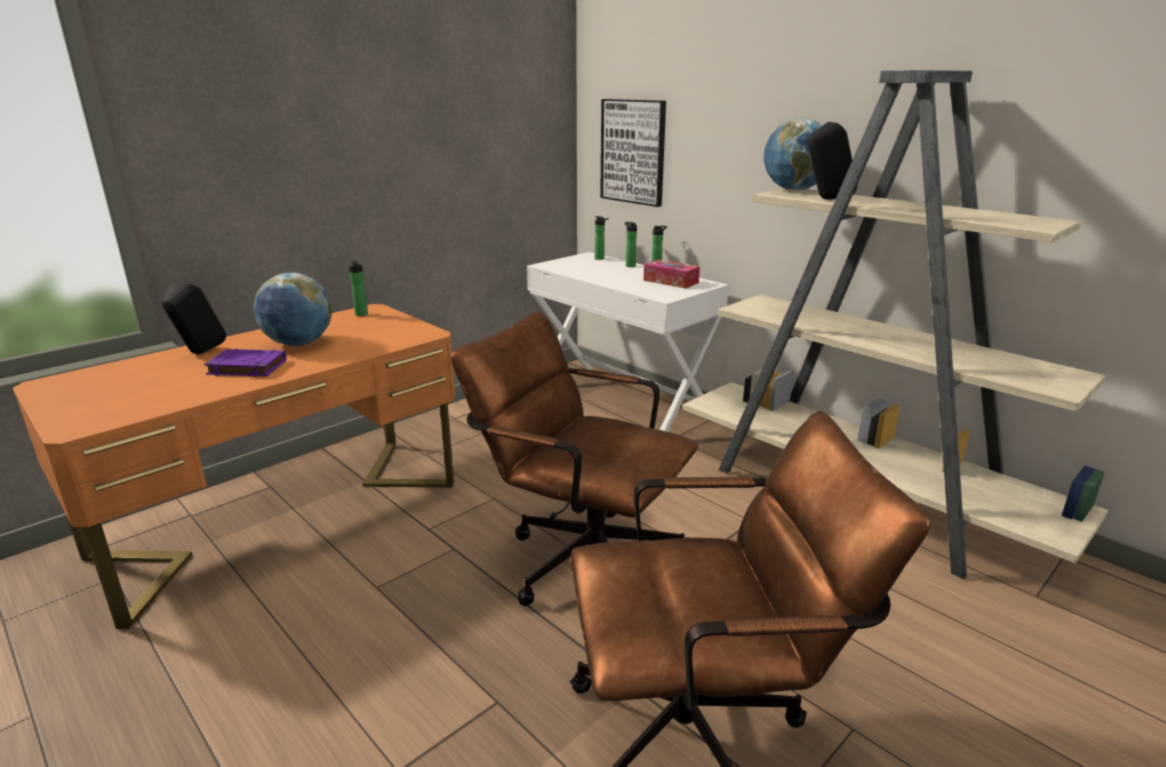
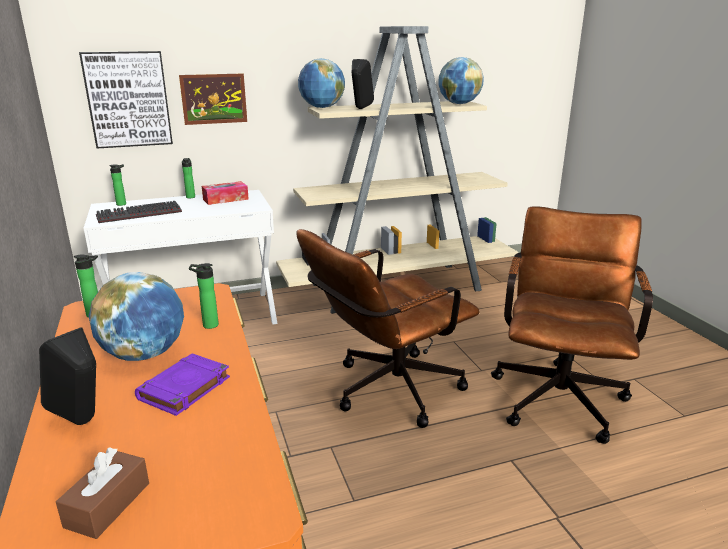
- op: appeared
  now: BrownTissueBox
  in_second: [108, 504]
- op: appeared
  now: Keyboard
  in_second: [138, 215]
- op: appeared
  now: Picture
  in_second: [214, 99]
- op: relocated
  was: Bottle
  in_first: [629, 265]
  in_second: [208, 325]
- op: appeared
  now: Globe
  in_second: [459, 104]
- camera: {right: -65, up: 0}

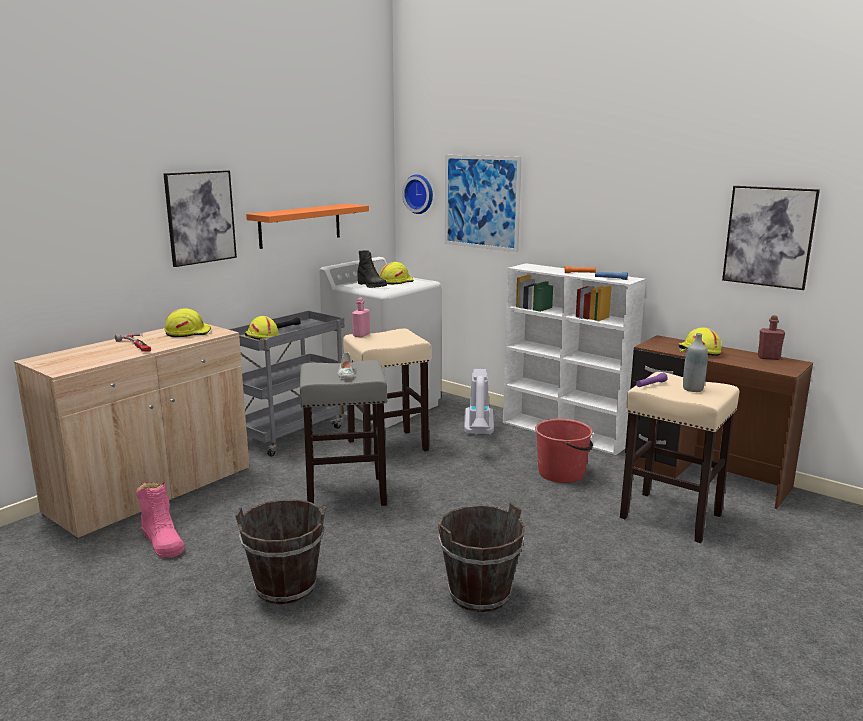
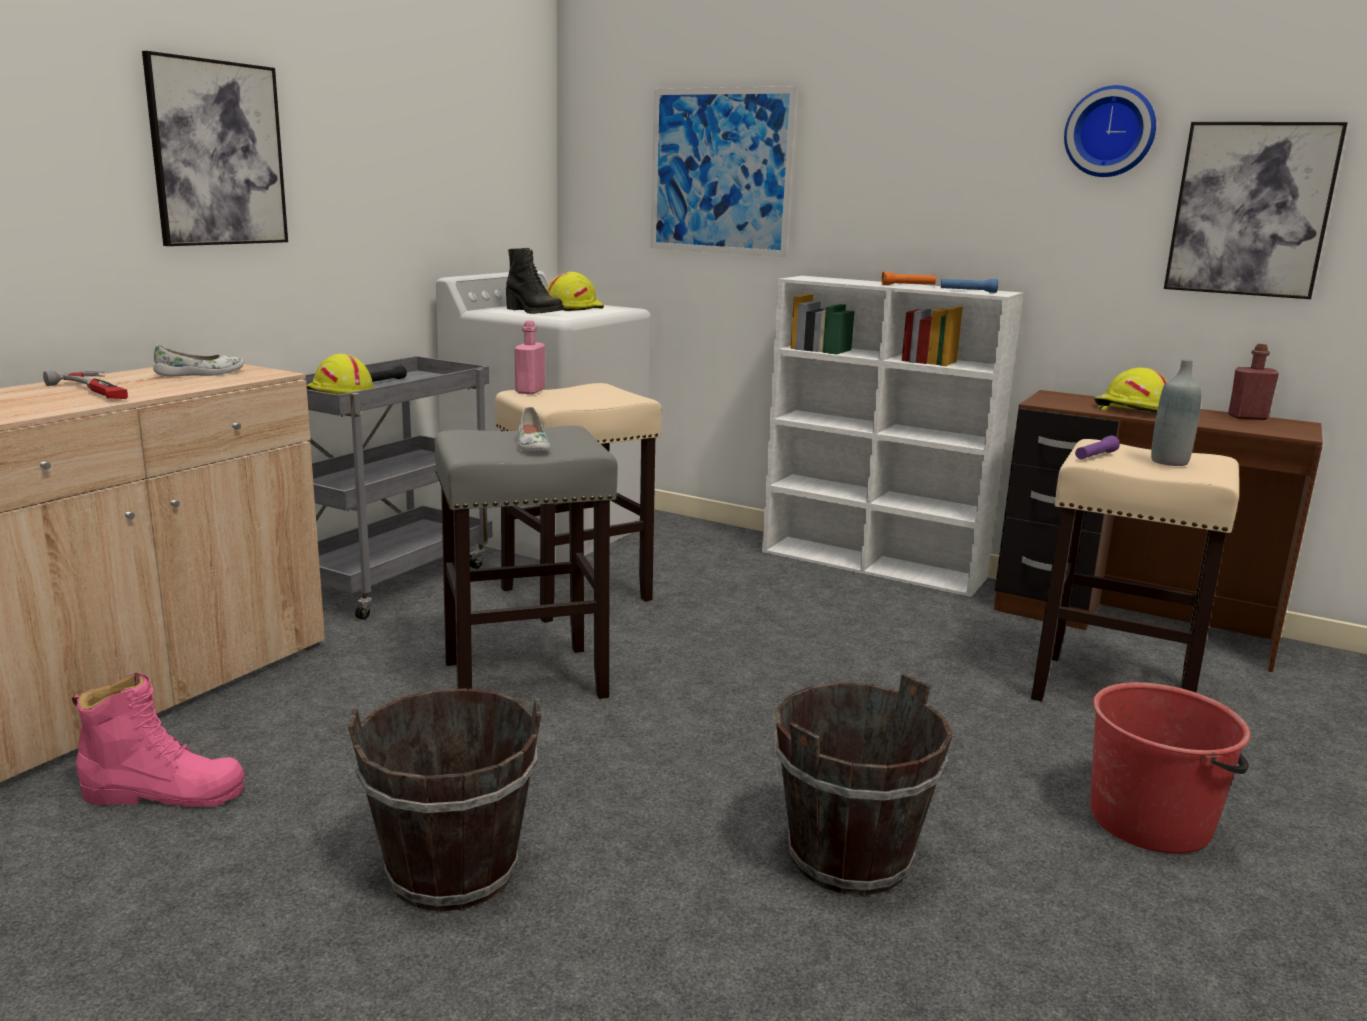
- op: spun
  was: PinkBoot
  in_first: [162, 541]
  in_second: [165, 793]
  clockwise: -45
- op: exchanged
  was: YellowHardHat
  now: WhiteShoe
  in_first: [188, 332]
  in_second: [200, 374]
- op: relocated
  was: WallClock
  in_first: [419, 194]
  in_second: [1110, 132]
- op: relocated
  was: RedBucket
  in_first: [562, 473]
  in_second: [1151, 821]
- op: missing
  was: OrangeShelf
  in_first: [300, 225]
- op: missing
  was: VacuumCleaner
  in_first: [479, 435]
- camera: {right: -10, up: 0}

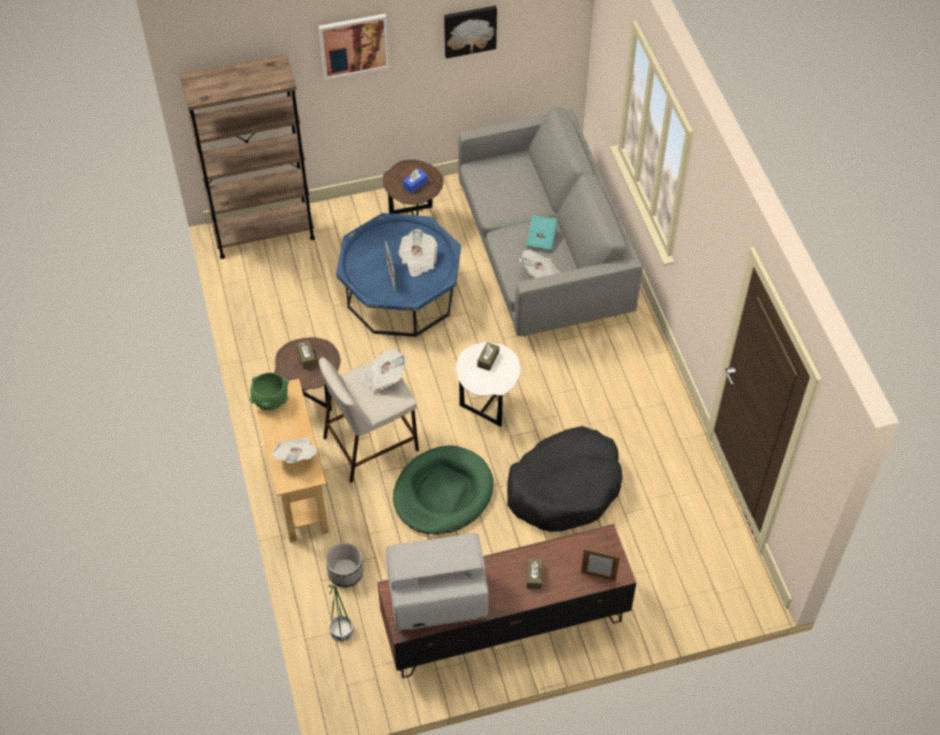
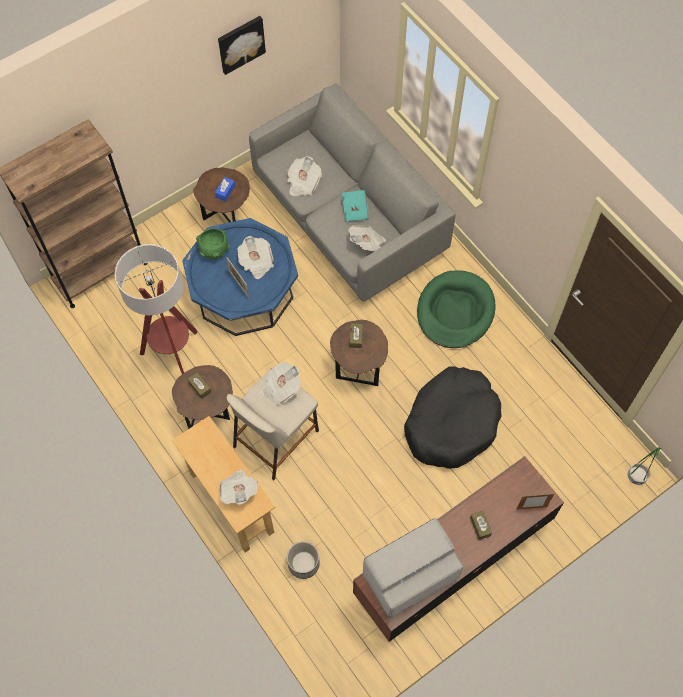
- op: appeared
  now: FloorLamp
  in_second: [175, 356]
- op: relocated
  was: GreenBowl
  in_first: [270, 401]
  in_second: [214, 251]
- op: appeared
  now: Newspaper
  in_second: [303, 183]
- op: colour
  was: WhiteSideTable
  now: BrownSideTable
  in_first: [487, 405]
  in_second: [358, 370]
- op: relocated
  was: GreenDogBed
  in_first: [442, 493]
  in_second: [455, 311]
- op: relocated
  was: GreenPlanter
  in_first: [341, 632]
  in_second: [636, 476]
- op: missing
  was: Picture
  in_first: [354, 45]
- camera: {right: -20, up: 10}

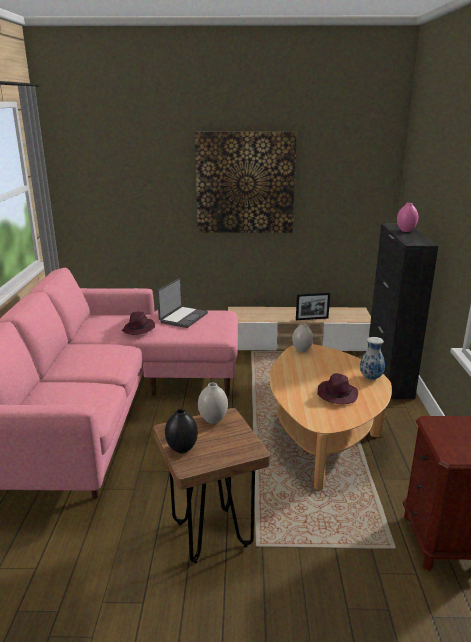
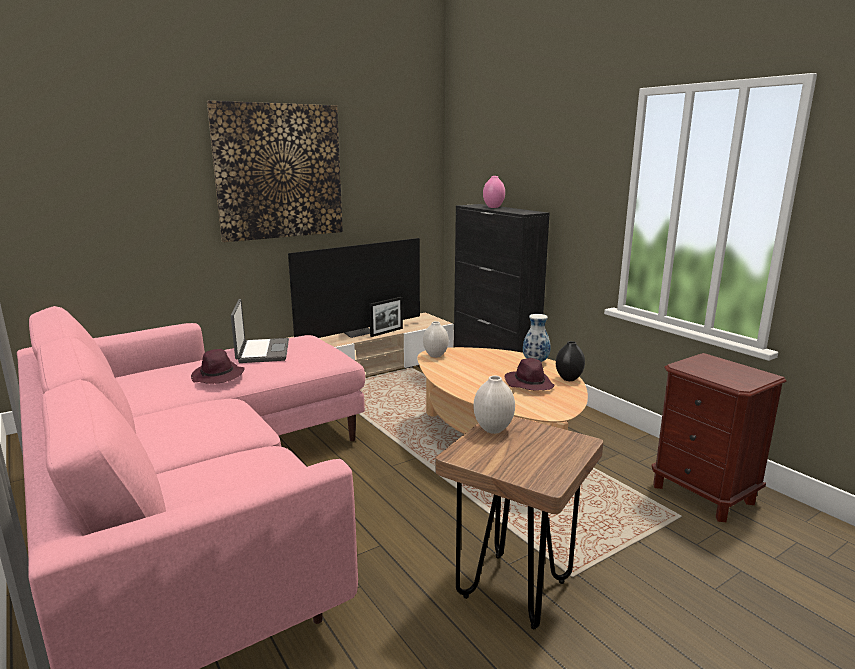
- op: appeared
  now: Television
  in_second: [358, 333]
- op: relocated
  was: BlackVase
  in_first: [181, 449]
  in_second: [569, 379]
- camera: {right: -35, up: -5}

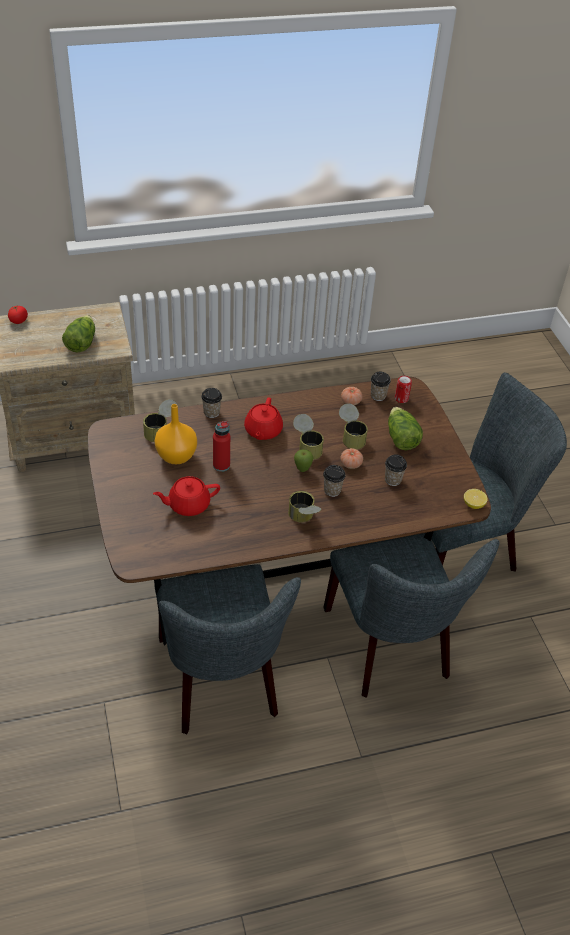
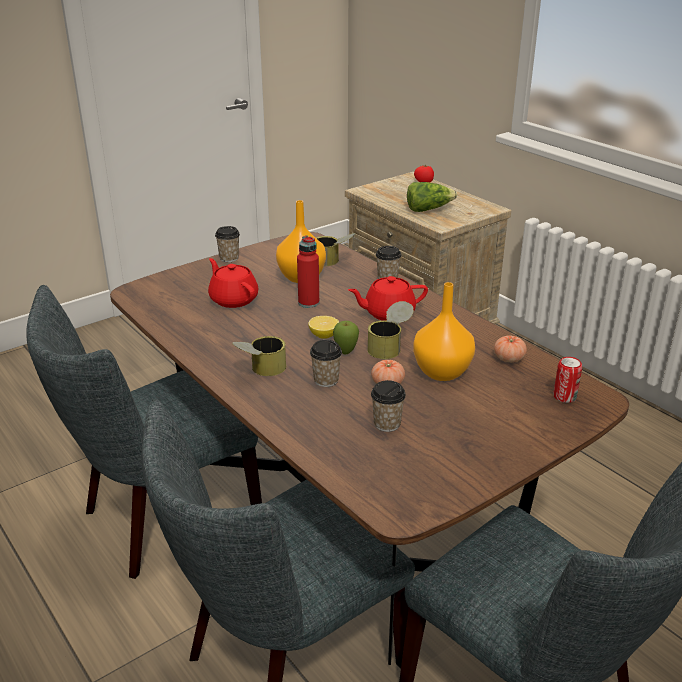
- op: relocated
  was: Cup
  in_first: [378, 396]
  in_second: [229, 258]
- op: relocated
  was: Lemon
  in_first: [473, 504]
  in_second: [323, 335]
- op: exchanged
  was: Can
  now: OrangeVase
  in_first: [351, 436]
  in_second: [441, 373]
- op: missing
  was: Lettuce
  in_first: [401, 438]
- camera: {right: 70, up: -15}

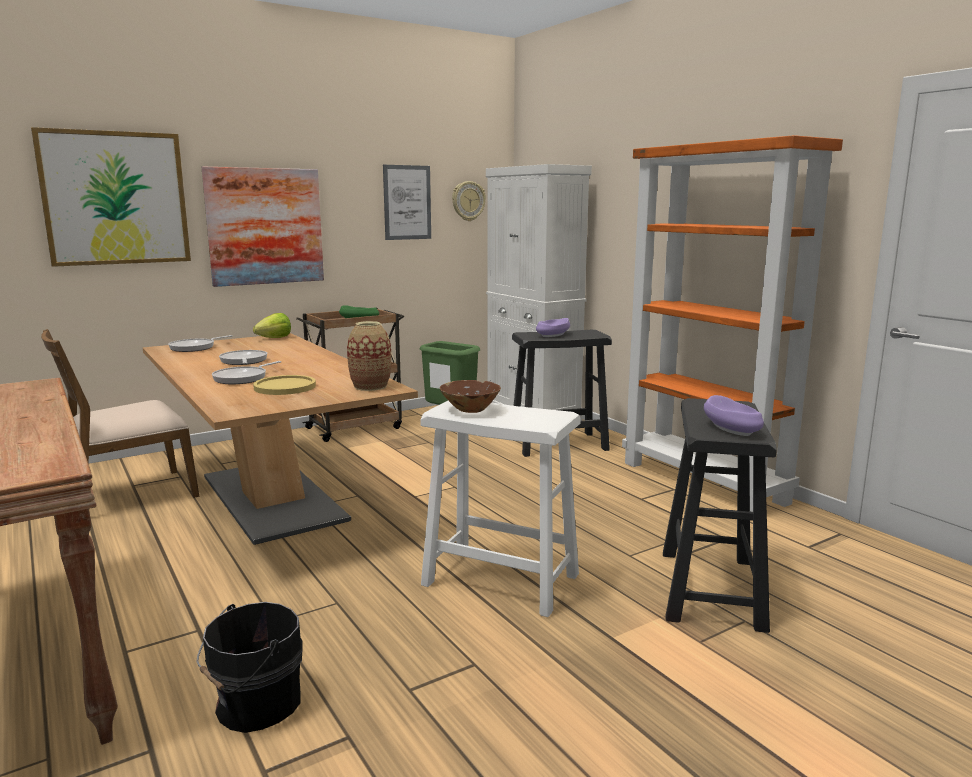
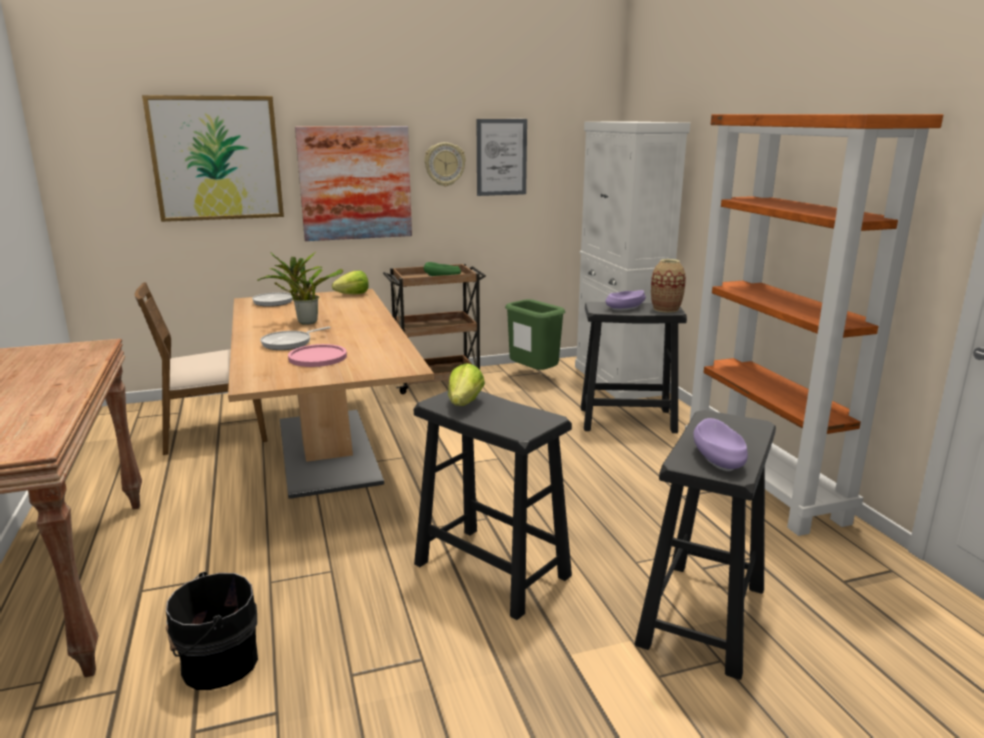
- op: exchanged
  was: FryingPan
  now: PottedPlant
  in_first: [243, 361]
  in_second: [305, 322]
- op: colour
  was: YellowPlate
  now: PinkPlate
  in_first: [285, 387]
  in_second: [317, 357]
- op: colour
  was: WhiteStool
  now: BlackStool
  in_first: [501, 580]
  in_second: [492, 570]
- op: relocated
  was: WallClock
  in_first: [468, 201]
  in_second: [444, 164]
- op: exchanged
  was: BrownBowl
  now: Lettuce
  in_first: [470, 410]
  in_second: [464, 403]
- op: relocated
  was: Vase
  in_first: [370, 386]
  in_second: [665, 309]
- camera: {right: 15, up: 5}

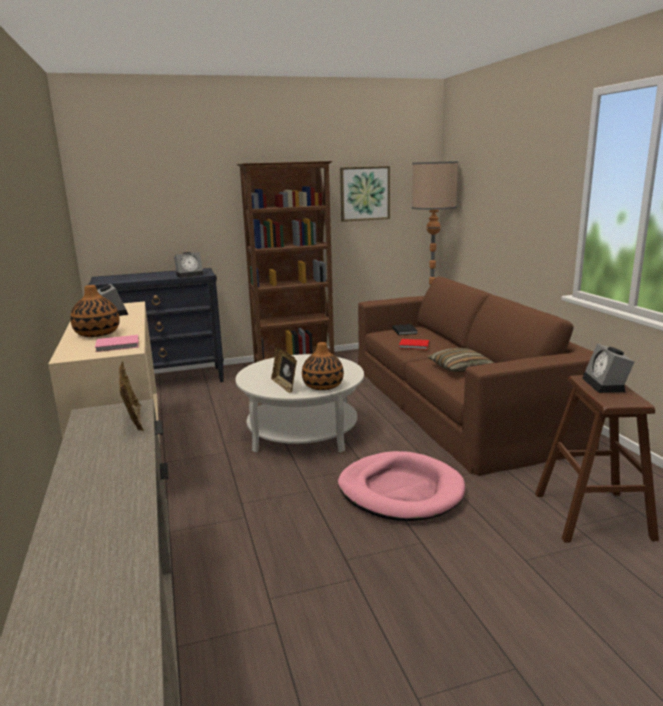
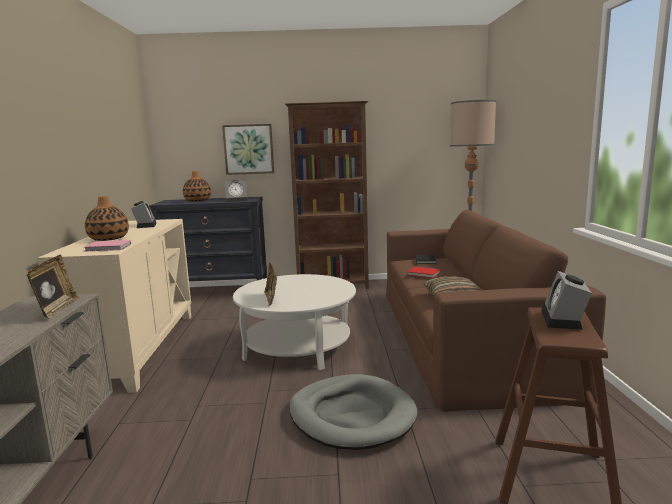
- op: relocated
  was: Vase
  in_first: [323, 386]
  in_second: [197, 200]
- op: relocated
  was: Picture
  in_first: [364, 193]
  in_second: [248, 149]
- op: colour
  was: PinkDogBed
  now: GreyDogBed
  in_first: [400, 491]
  in_second: [352, 416]
- camera: {right: 15, up: -5}

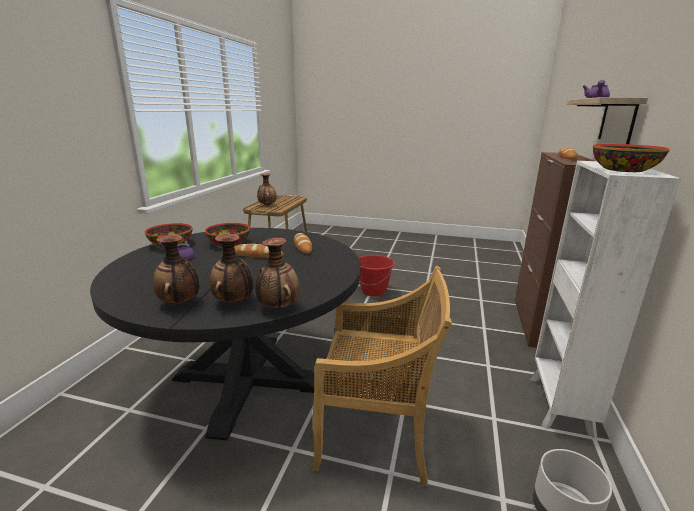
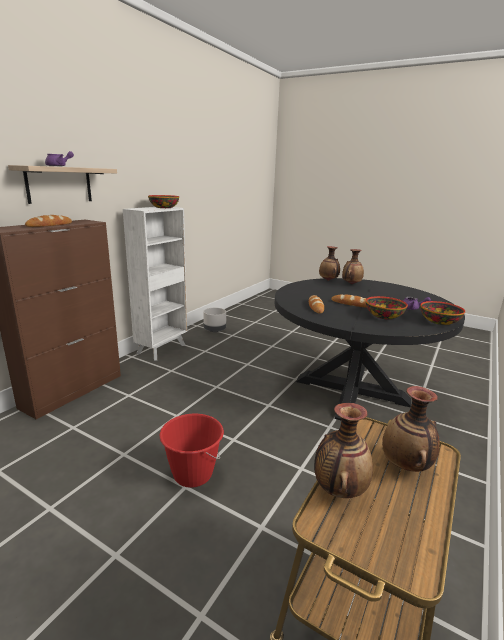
- op: relocated
  was: Vase
  in_first: [180, 303]
  in_second: [339, 489]
- op: missing
  was: BeigeChair
  in_first: [376, 433]
- camera: {right: -165, up: 0}

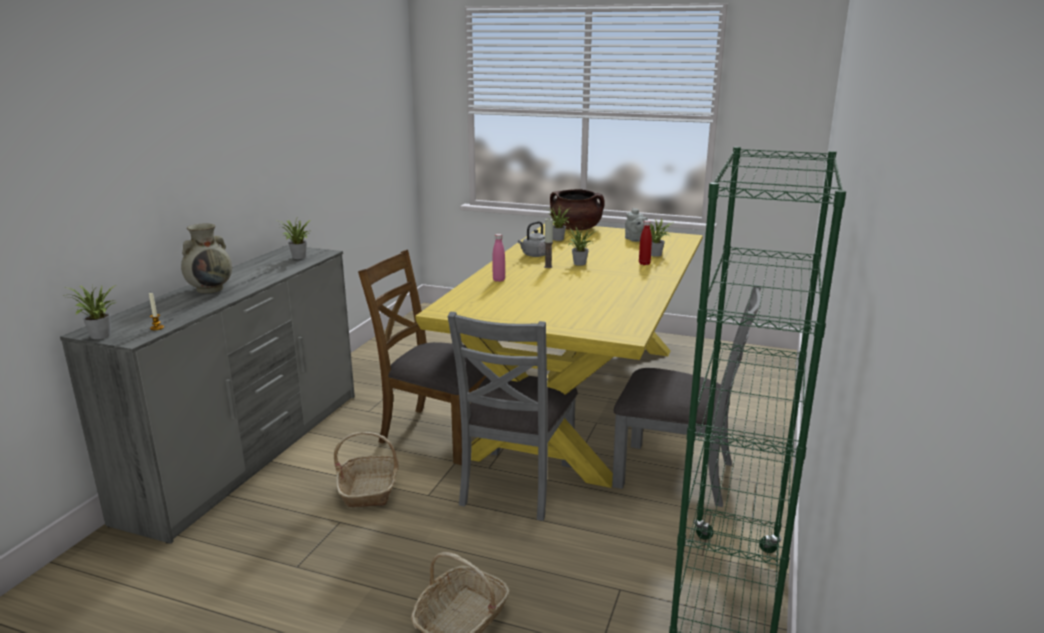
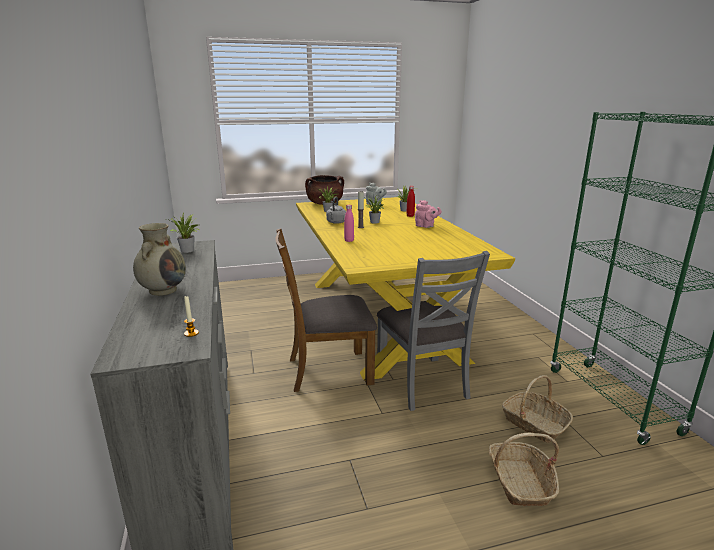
- op: appeared
  now: PinkTeapot
  in_second: [426, 226]
- op: relocated
  was: Basket
  in_first: [369, 489]
  in_second: [534, 423]
- op: missing
  was: PottedPlant
  in_first: [99, 336]
- op: missing
  was: GreyChair
  in_first: [675, 473]
- camera: {right: -35, up: 0}

